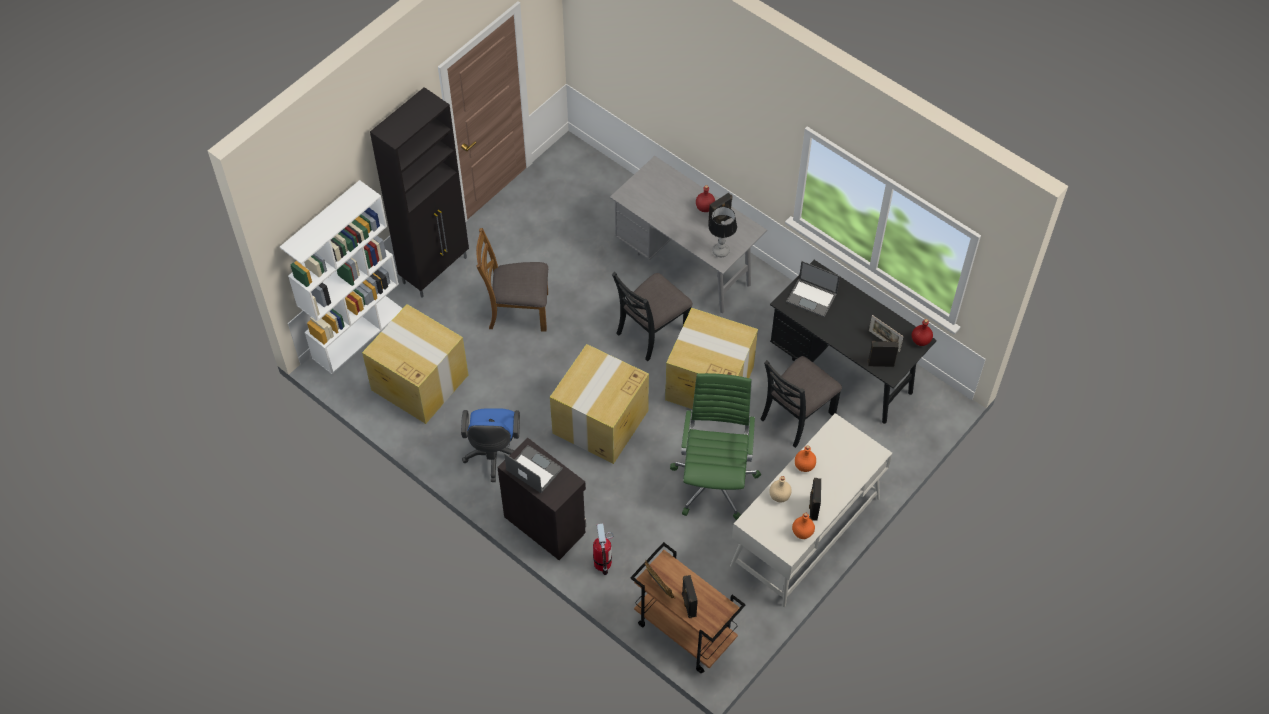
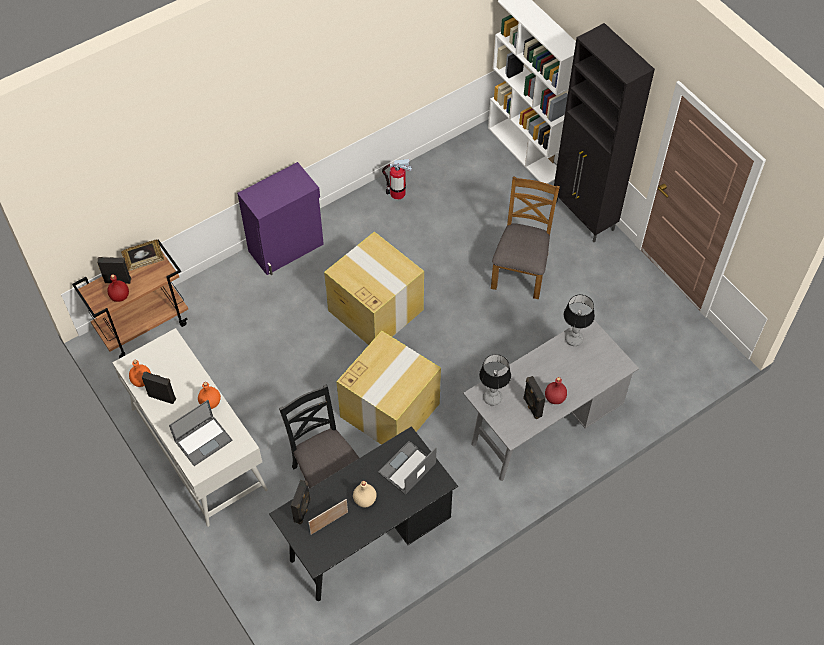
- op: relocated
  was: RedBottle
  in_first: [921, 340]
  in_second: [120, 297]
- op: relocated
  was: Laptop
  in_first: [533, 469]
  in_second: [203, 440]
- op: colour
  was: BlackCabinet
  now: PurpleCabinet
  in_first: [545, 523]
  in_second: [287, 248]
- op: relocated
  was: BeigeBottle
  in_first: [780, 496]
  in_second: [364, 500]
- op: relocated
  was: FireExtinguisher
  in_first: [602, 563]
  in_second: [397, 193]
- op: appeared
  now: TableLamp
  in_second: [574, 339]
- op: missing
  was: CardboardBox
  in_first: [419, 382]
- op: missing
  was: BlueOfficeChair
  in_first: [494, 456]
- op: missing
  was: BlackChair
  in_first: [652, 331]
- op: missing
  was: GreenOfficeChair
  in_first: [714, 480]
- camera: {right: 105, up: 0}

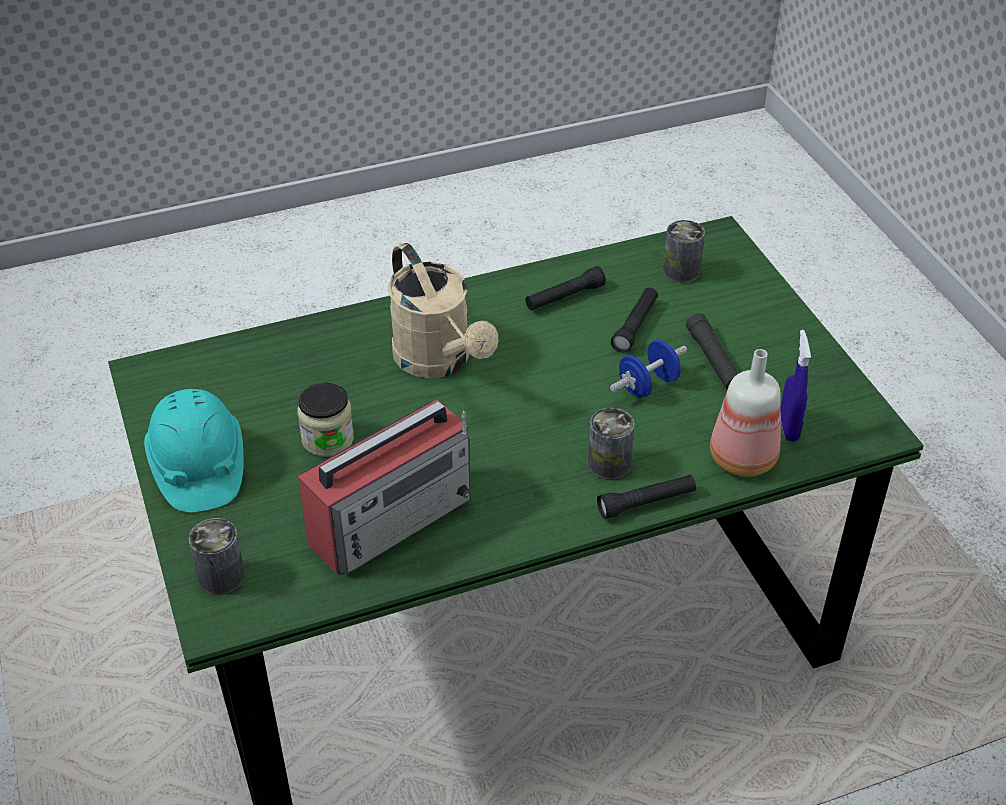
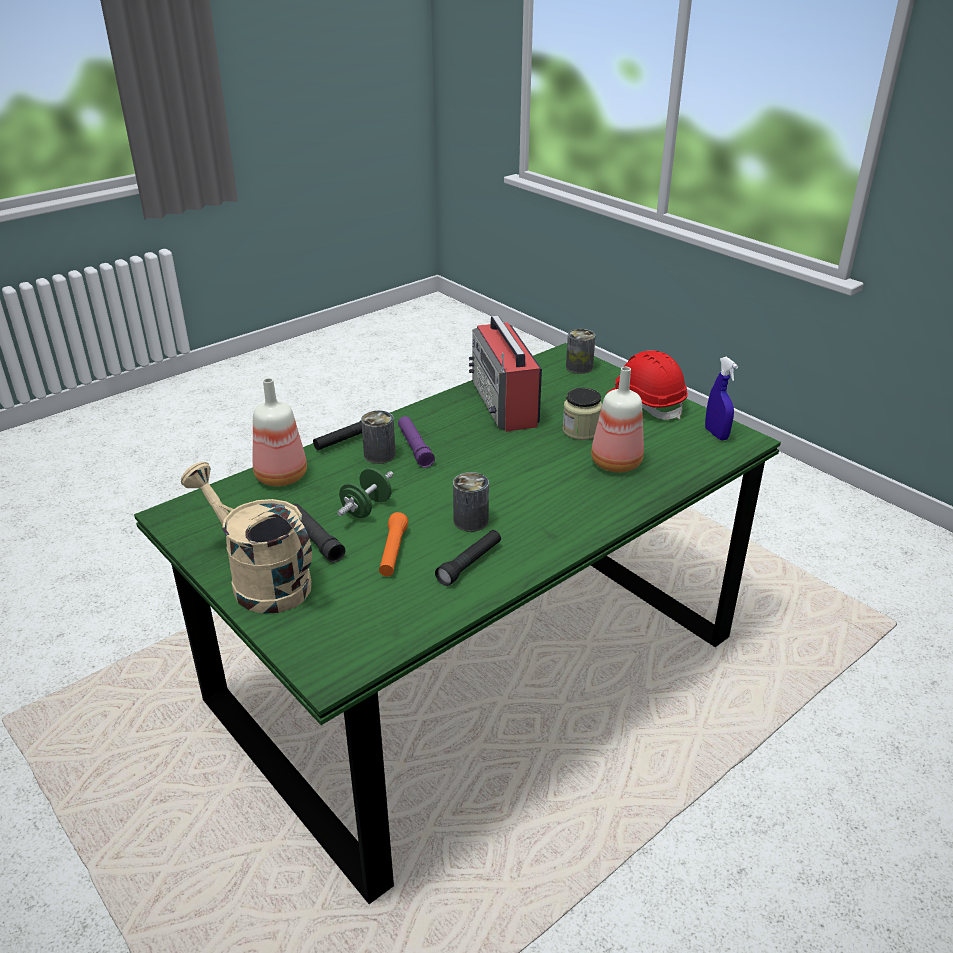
- op: relocated
  was: BeigeWateringCan
  in_first: [440, 361]
  in_second: [260, 580]
- op: colour
  was: BlueDumbbell
  now: GreenDumbbell
  in_first: [648, 385]
  in_second: [366, 508]
- op: colour
  was: BlackFlashlight
  now: OrangeFlashlight
  in_first: [635, 326]
  in_second: [393, 552]
- op: appeared
  now: PurpleFlashlight
  in_second: [415, 447]
- op: relocated
  was: Can
  in_first: [681, 271]
  in_second: [471, 521]
- op: spun
  was: Radio
  in_first: [393, 518]
  in_second: [505, 404]
  clockwise: -45
- op: appeared
  now: Bottle
  in_second: [614, 463]
- op: colour
  was: TurquoiseHardHat
  now: RedHardHat
  in_first: [198, 467]
  in_second: [646, 403]
- op: relocated
  was: BlueSprayBottle
  in_first: [789, 428]
  in_second: [716, 434]
- camera: {right: 160, up: -10}

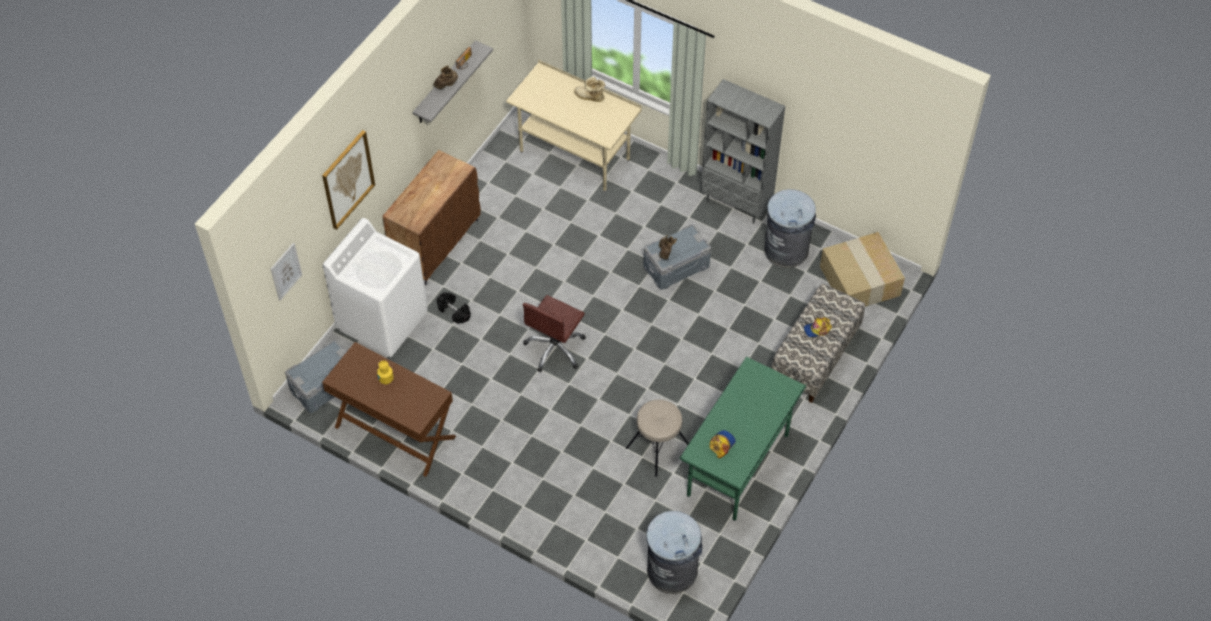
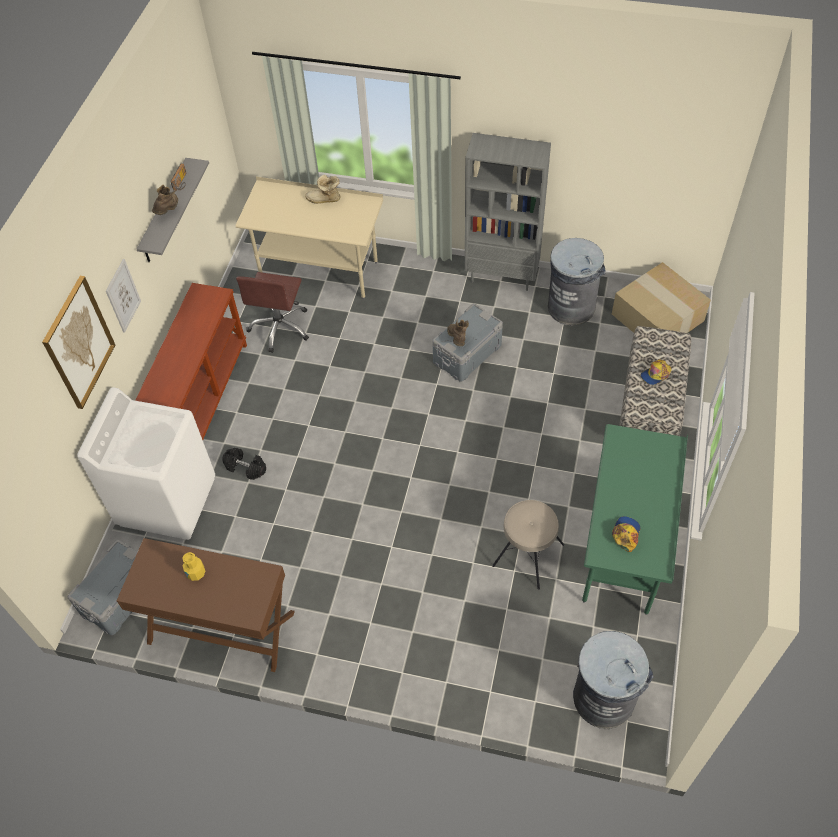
- op: relocated
  was: Picture
  in_first: [286, 271]
  in_second: [123, 296]
- op: exchanged
  was: BrownCabinet
  now: BrownConsoleTable
  in_first: [436, 243]
  in_second: [202, 399]
- op: relocated
  was: BrownOfficeChair
  in_first: [555, 348]
  in_second: [280, 327]
- camera: {right: -15, up: 0}

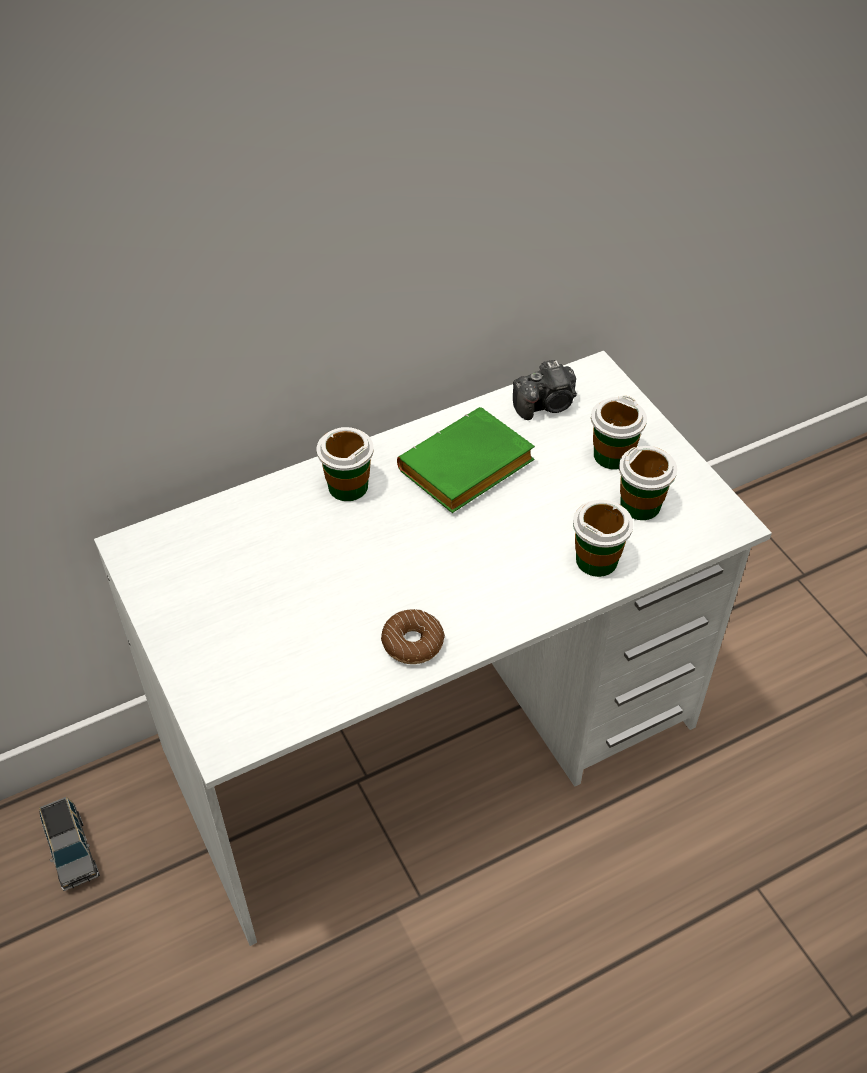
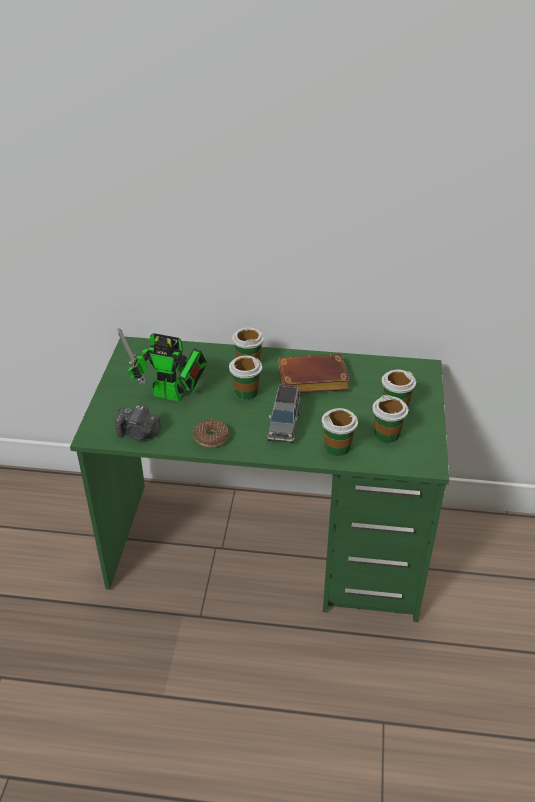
- op: colour
  was: WhiteDesk
  now: GreenDesk
  in_first: [432, 740]
  in_second: [268, 550]
- op: relocated
  was: PhotoCamera
  in_first: [546, 405]
  in_second: [138, 433]
- op: appeared
  now: ToyRobot
  in_second: [173, 395]
- op: appeared
  now: Cup
  in_second: [246, 392]
- op: relocated
  was: GreyToyCar
  in_first: [72, 852]
  in_second: [284, 425]
- op: colour
  was: GreenBook
  now: BrownBook
  in_first: [465, 471]
  in_second: [311, 381]
- camera: {right: 35, up: -10}

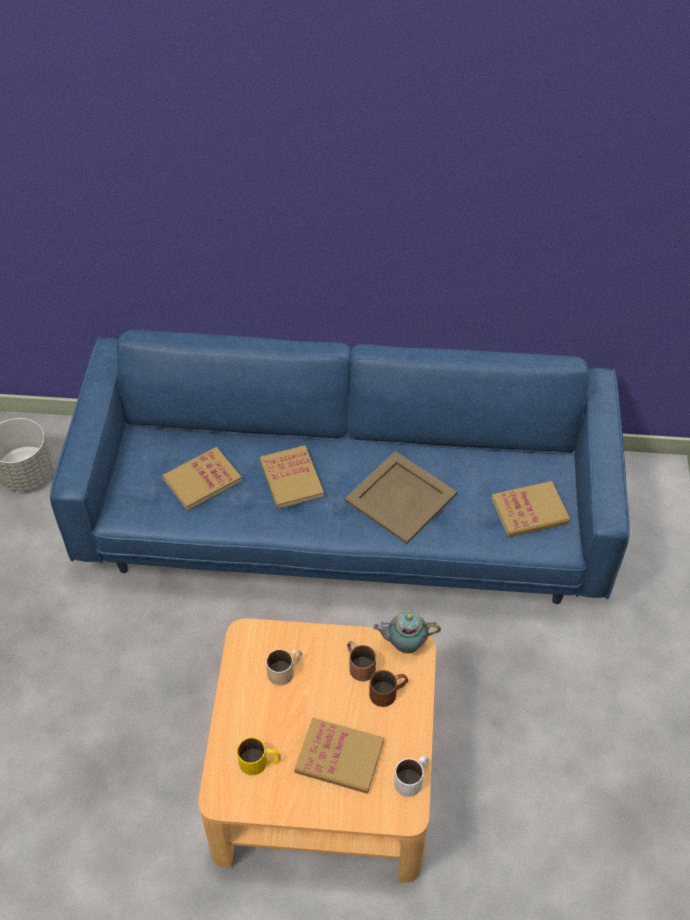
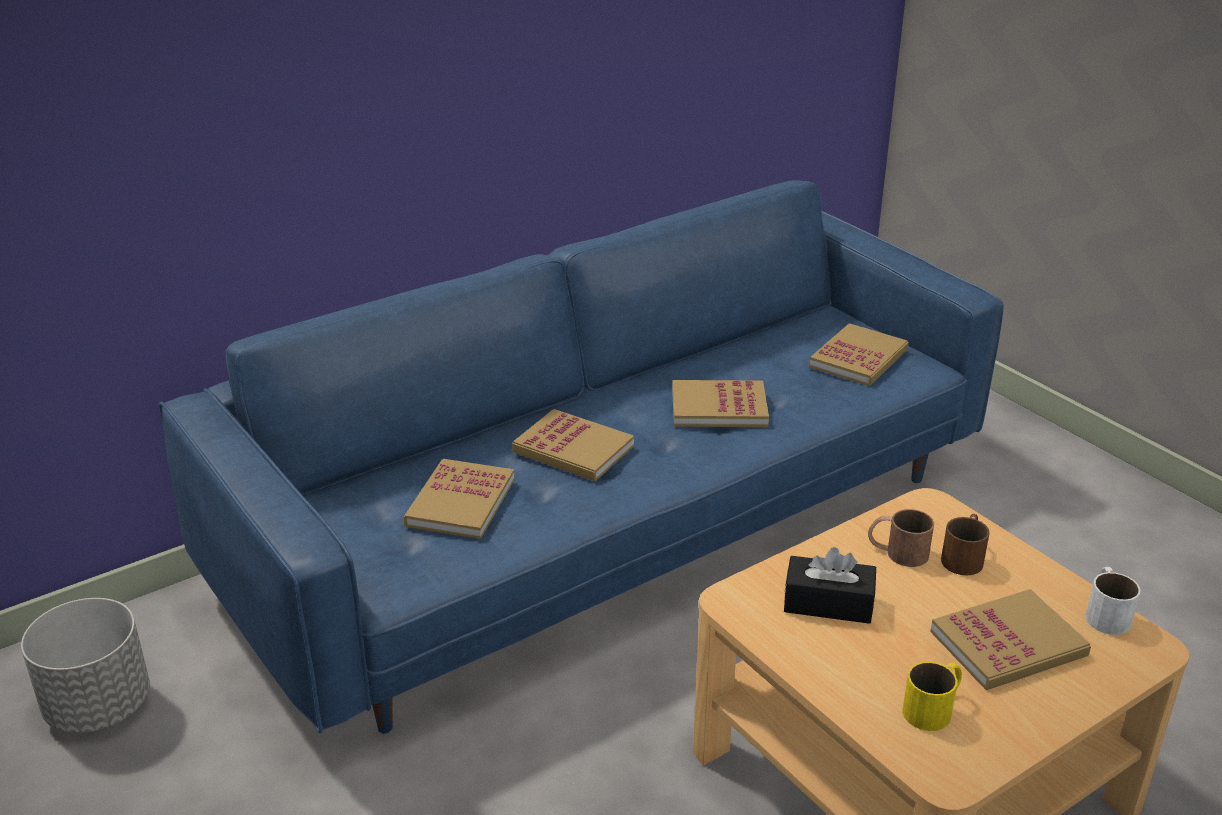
- op: exchanged
  was: BeigeTray
  now: Book
  in_first: [400, 498]
  in_second: [719, 407]
- op: exchanged
  was: BeigeMug
  now: BlackTissueBox
  in_first: [286, 669]
  in_second: [828, 603]
- op: missing
  was: Teapot
  in_first: [404, 644]
- camera: {right: -40, up: -20}

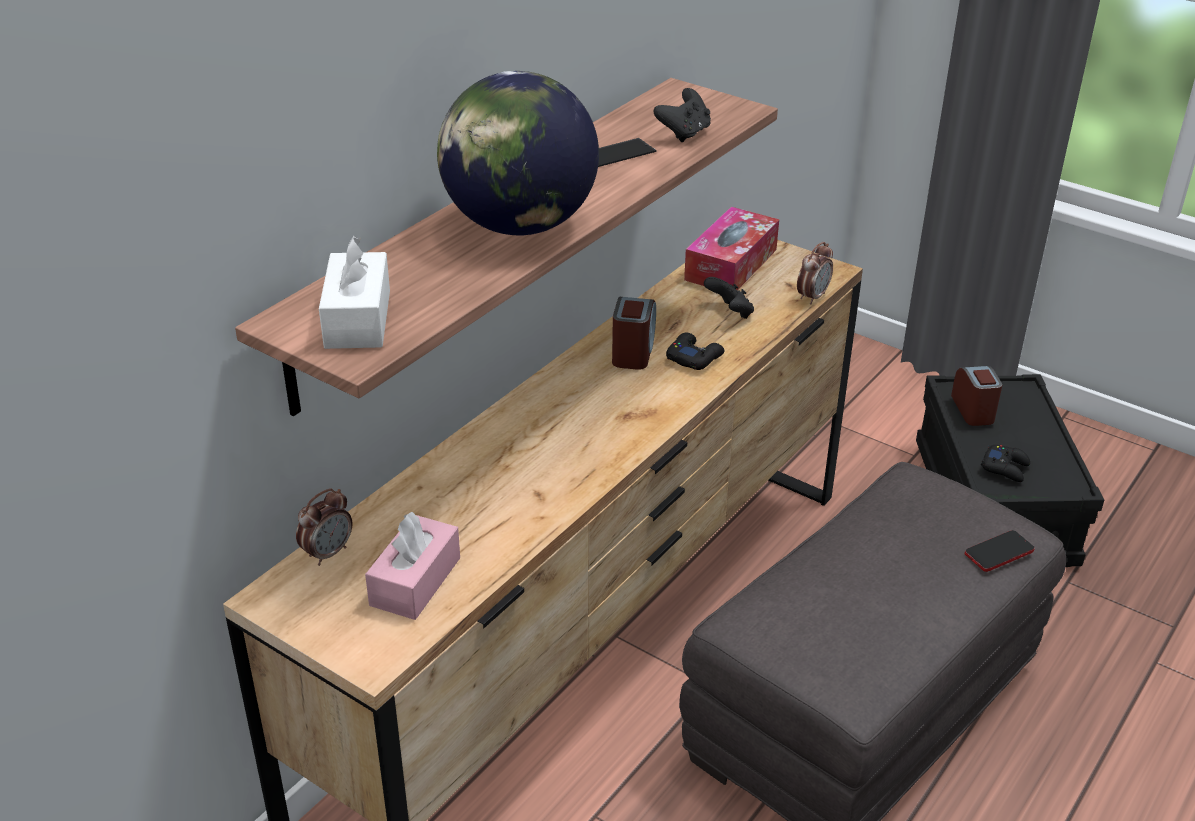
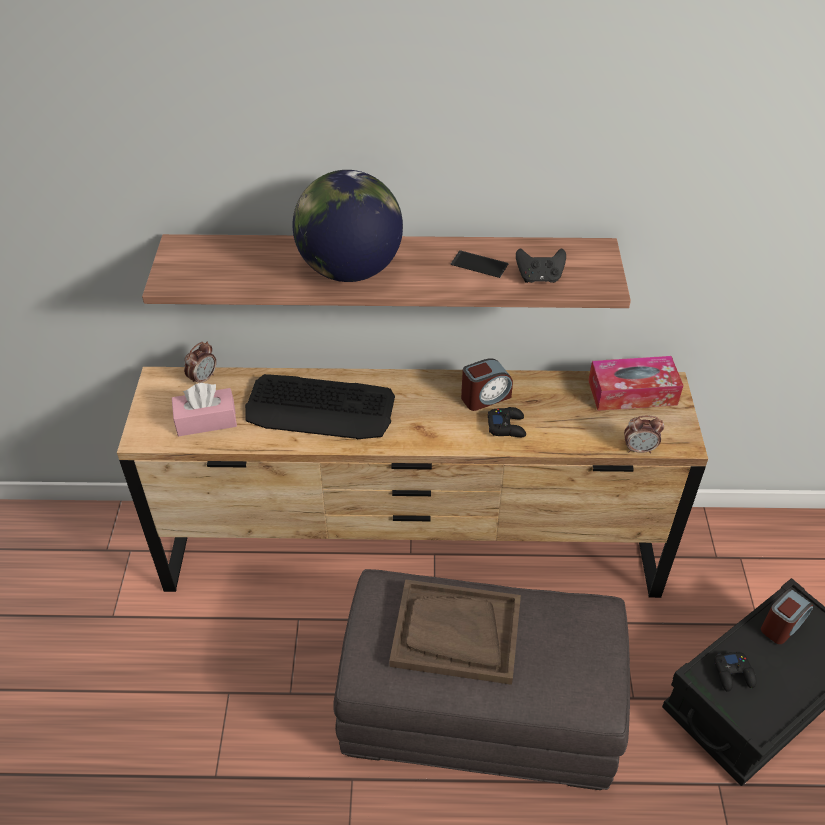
- op: spun
  was: AlarmClock
  in_first: [328, 553]
  in_second: [203, 379]
  clockwise: -60
- op: appeared
  now: Keyboard
  in_second: [320, 408]
- op: appeared
  now: BrownTray
  in_second: [455, 633]
- op: missing
  was: WhiteTissueBox
  in_first: [358, 319]
- op: missing
  was: BlackGameController
  in_first: [730, 313]
- op: missing
  was: Phone
  in_first: [999, 552]
- camera: {right: 55, up: 10}

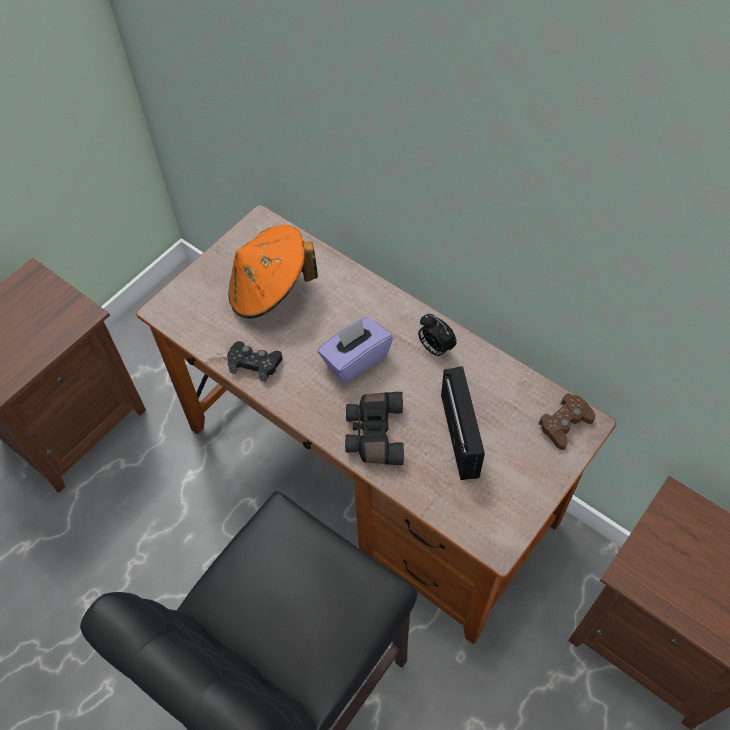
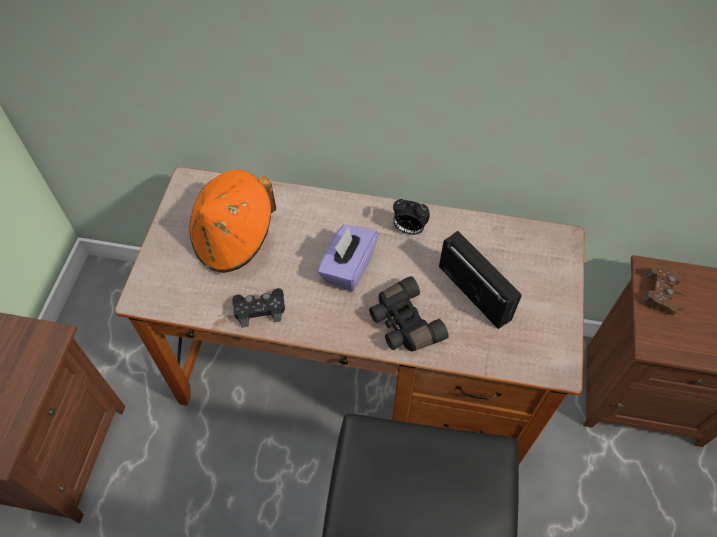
- op: relocated
  was: BrownGameController
  in_first: [564, 424]
  in_second: [661, 293]
- camera: {right: -30, up: 0}

